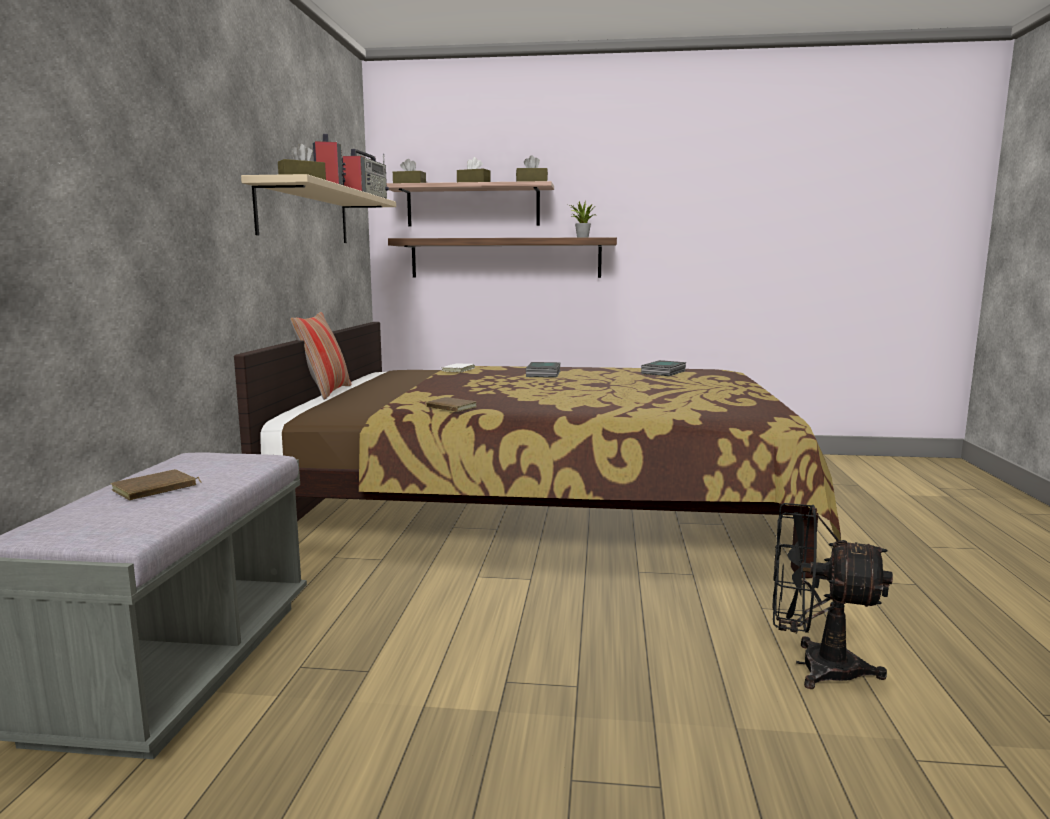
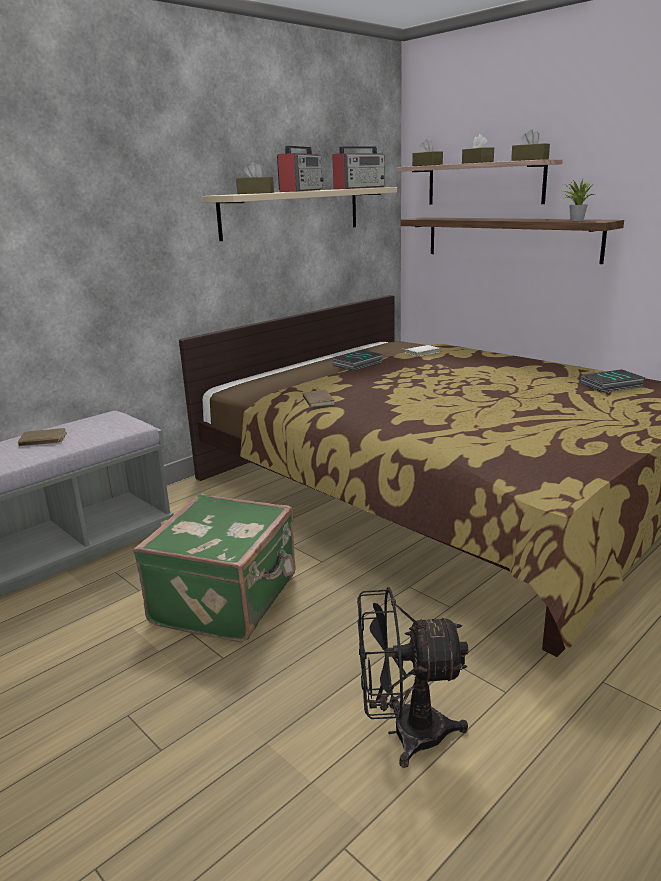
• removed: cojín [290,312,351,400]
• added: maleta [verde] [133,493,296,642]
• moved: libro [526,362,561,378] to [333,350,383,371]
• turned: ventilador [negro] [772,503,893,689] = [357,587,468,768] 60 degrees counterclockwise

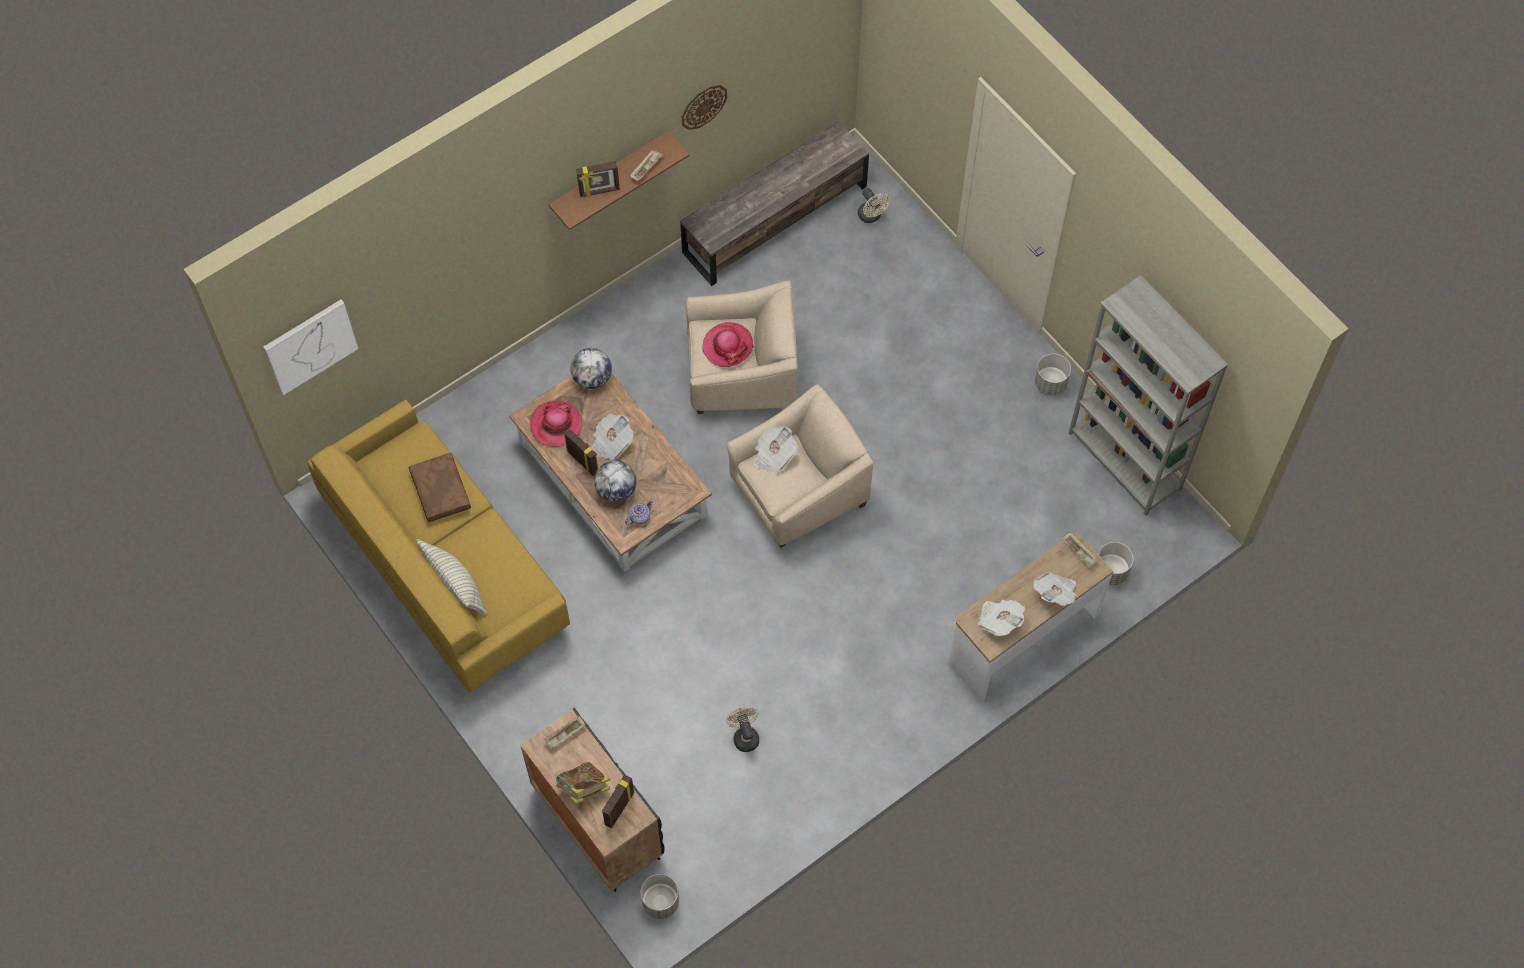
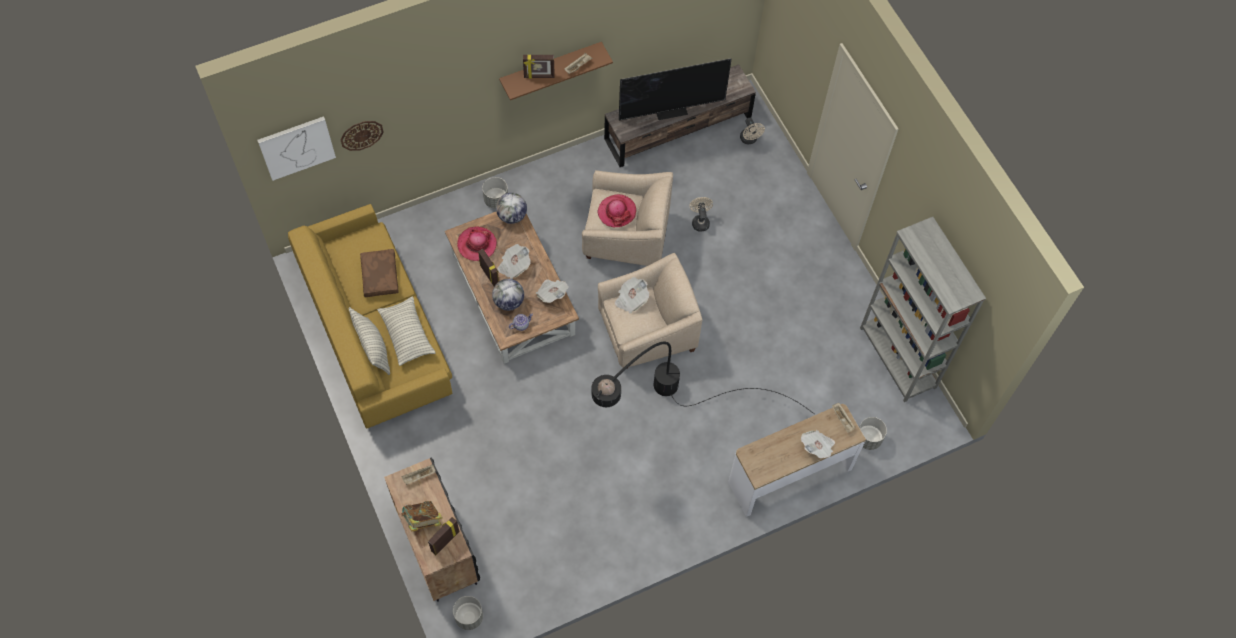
• added: cojín [377,296,435,366]
• added: lámpara de pie [negro] [591,342,814,414]
• added: televisor [619,58,731,120]
• moved: reloj de pared [682,85,727,130] to [341,121,384,151]
• moved: ventilador [beis] [726,706,759,752] to [690,197,713,232]
• moved: periódico [977,600,1025,636] to [535,279,569,303]
• moved: maceta [gris] [1035,354,1071,396] to [482,177,508,209]

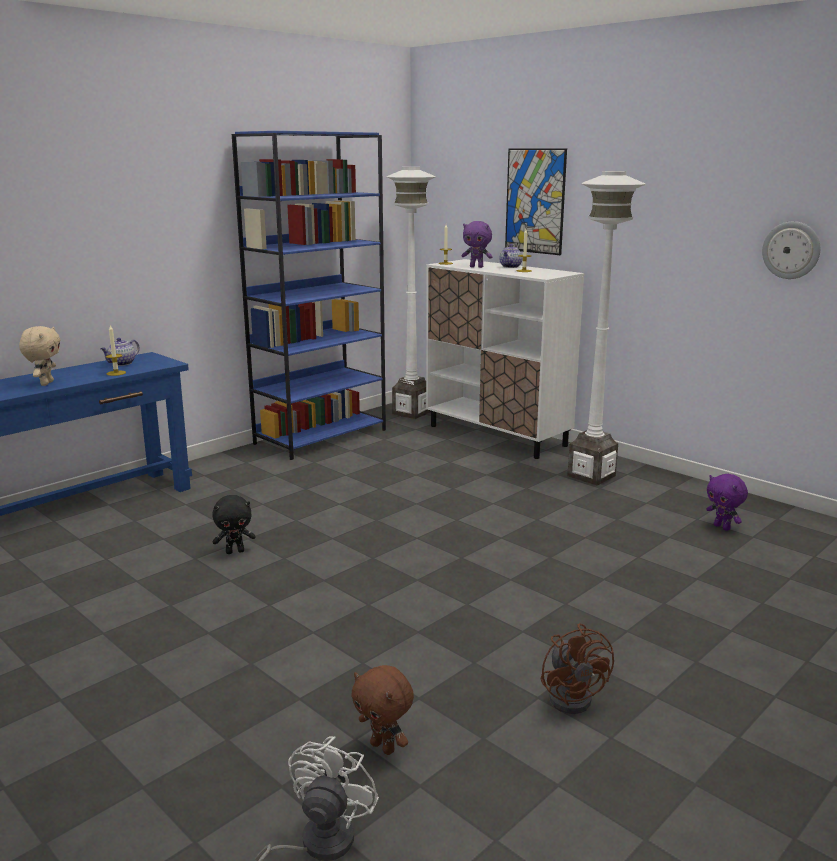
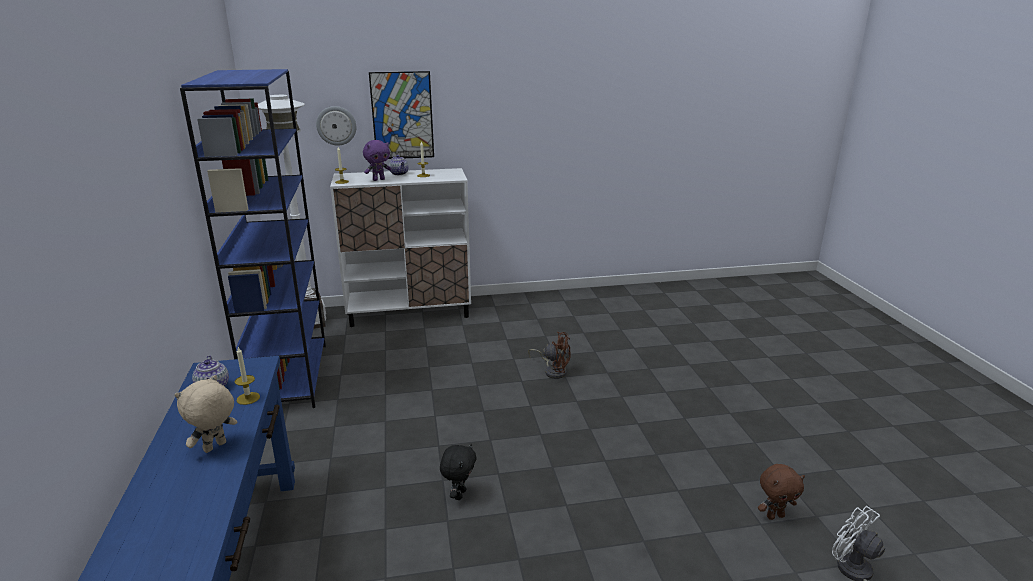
• removed: lámpara de pie [blanco] [568,171,645,486]
• removed: peluche [morado] [706,474,748,531]
• moved: ventilador [marrón] [541,623,614,714] to [528,332,571,379]
• moved: reloj de pared [762,221,820,279] to [316,106,356,146]
• turned: peluche [beis] [19,326,60,386] = [175,375,238,453] 90 degrees counterclockwise

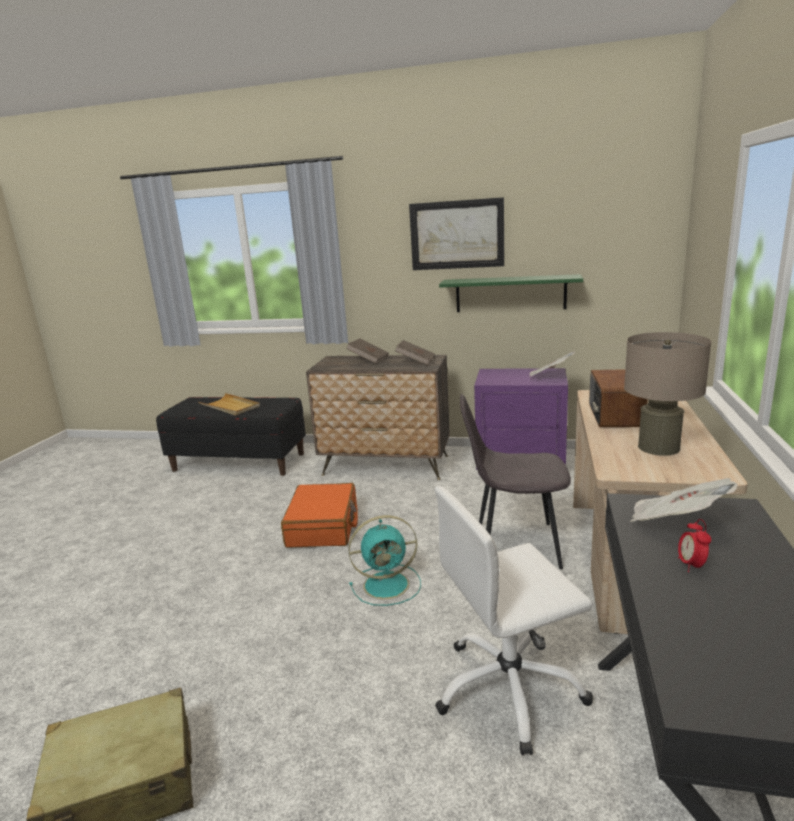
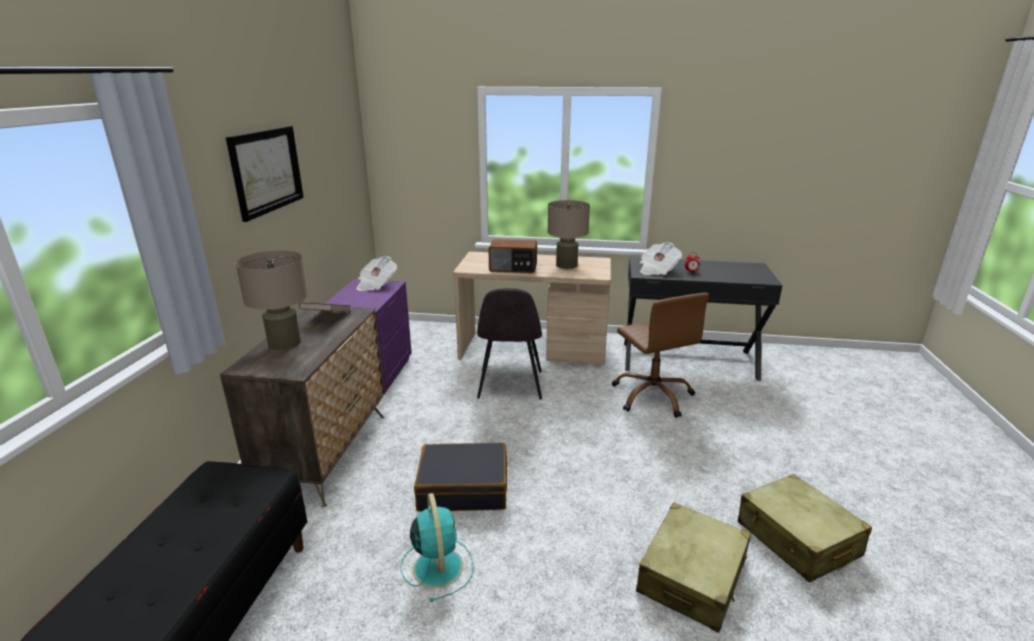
• removed: bandeja [beis] [199,393,260,416]
• removed: estante [verde] [439,274,583,312]
• added: maleta [beis] [636,502,751,633]
• moved: ventilador [turquesa] [348,515,421,606] to [400,493,474,602]
• replaced: libro [marrón] [346,338,389,363] to lámpara de mesa [beis] [235,251,308,350]
• recoloured: maleta [naranja] [281,483,358,548] to maleta [negro] [414,442,507,512]
• recoloured: silla de oficina [blanco] [435,486,593,755] to silla de oficina [marrón] [612,293,709,418]

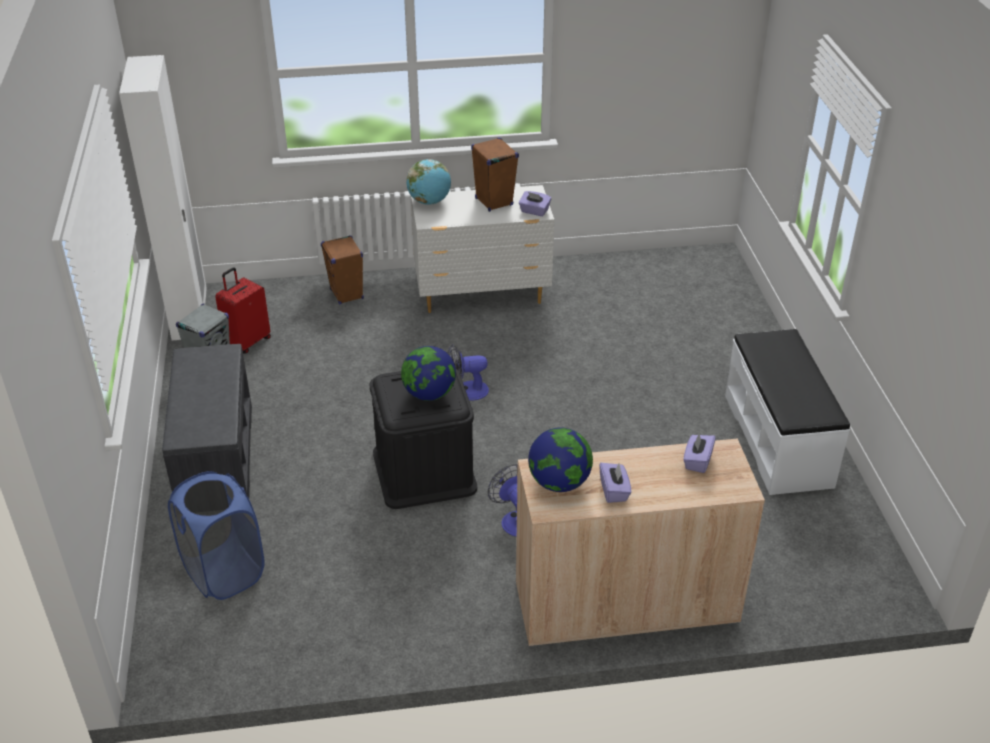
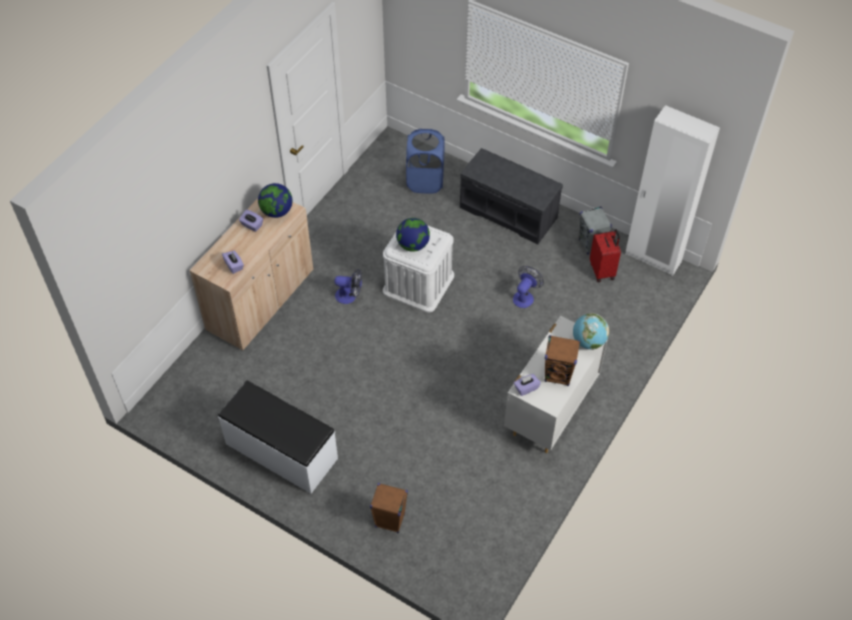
• moved: altavoz [marrón] [321,235,364,304] to [370,483,408,533]
• moved: ventilador [448,344,489,401] to [513,266,544,308]
• recoloured: caja de almacenaje [negro] [370,369,477,509] to caja de almacenaje [blanco] [383,225,454,313]

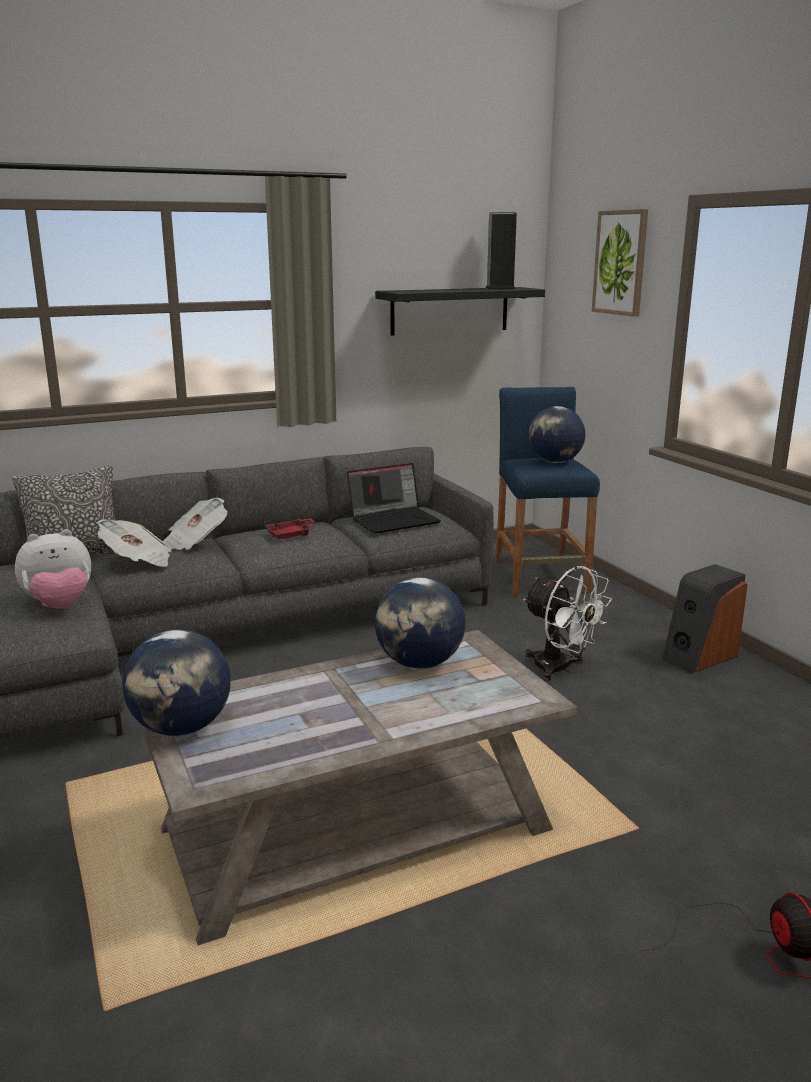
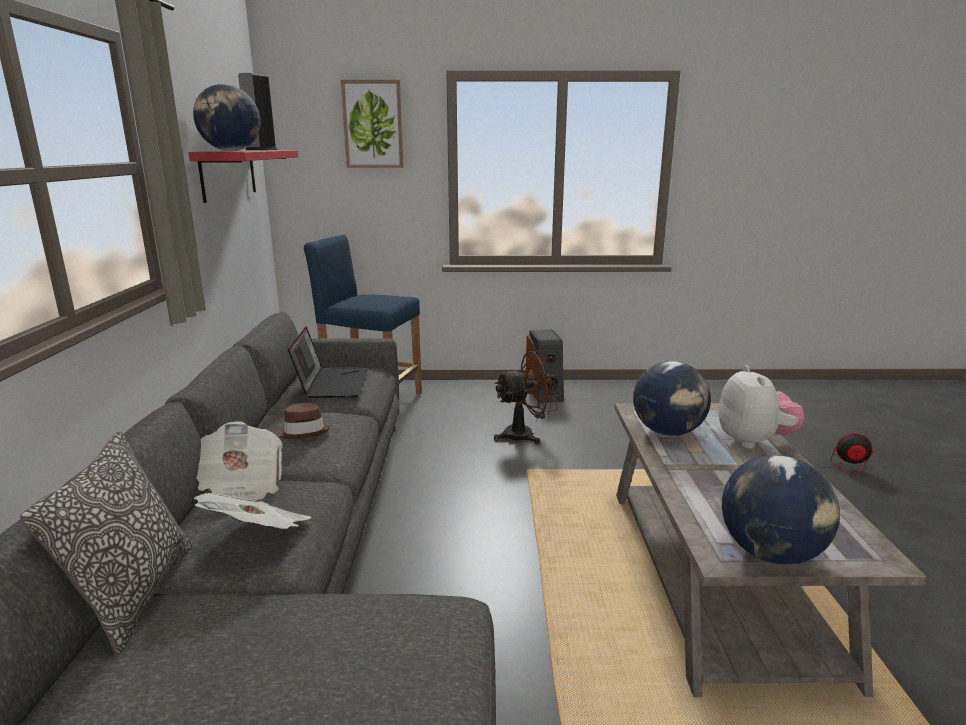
• moved: peluche [15,529,91,609] to [719,365,805,449]
• moved: globo terráqueo [528,406,585,463] to [193,84,260,151]
• replaced: bandeja [rojo] [264,518,315,539] to sombrero [marrón] [278,403,330,439]
• recoloured: estante [negro] [375,287,545,336] to estante [rojo] [188,150,299,203]
• recoloured: ventilador [blanco] [523,566,612,681] to ventilador [marrón] [494,350,561,444]

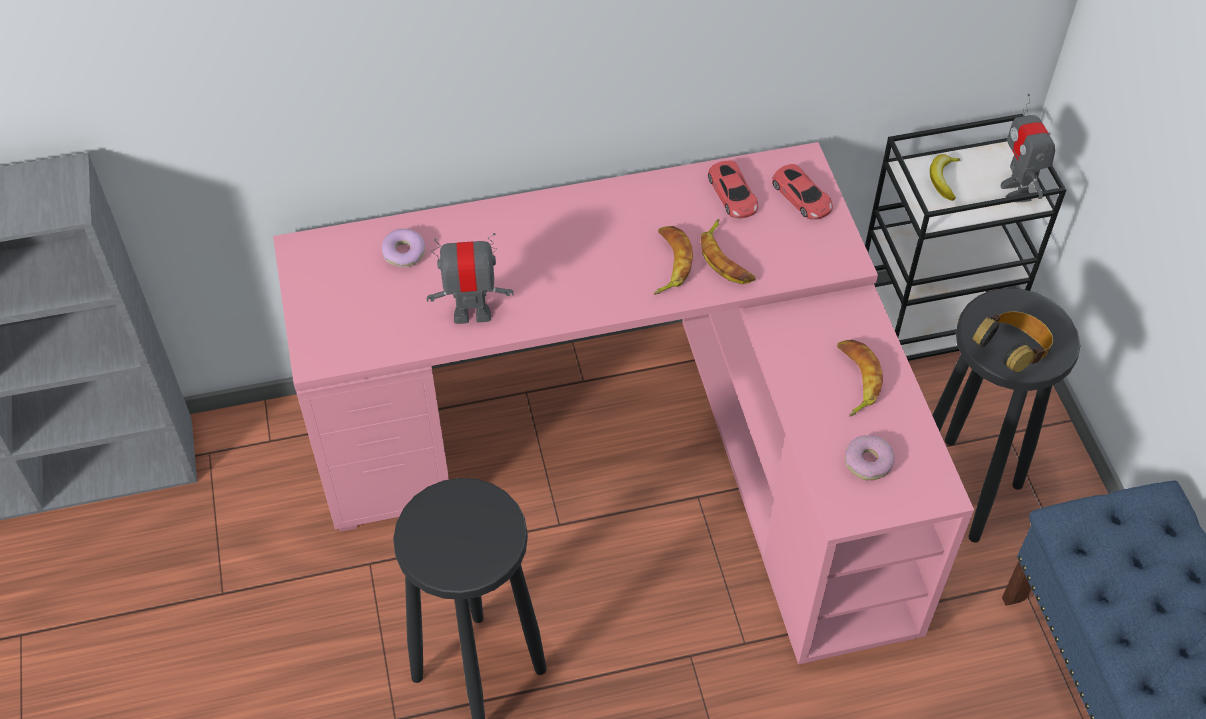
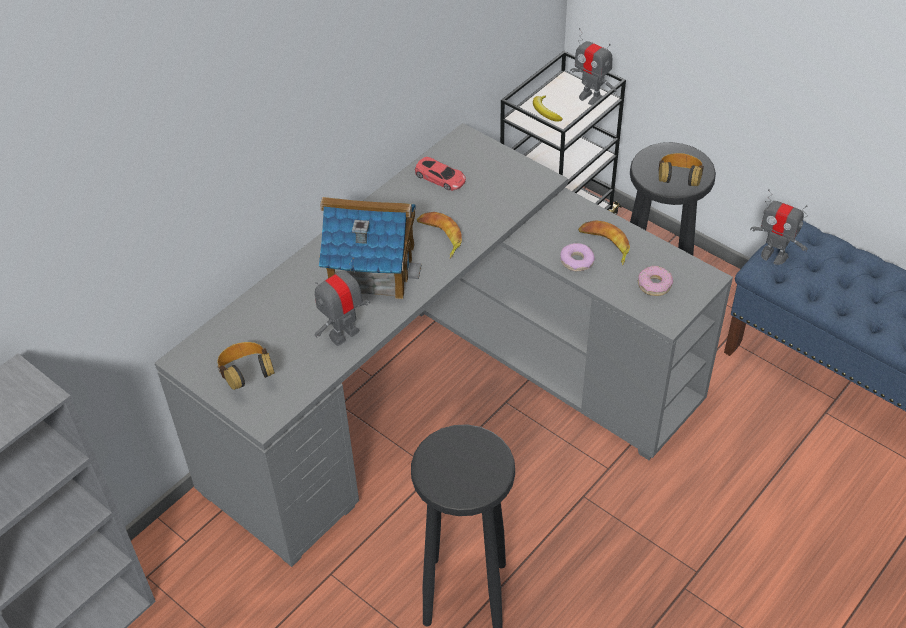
• removed: plátano [701,219,755,284]
• removed: coche de juguete [rojo] [772,164,833,220]
• added: auriculares [217,342,275,390]
• added: casita [319,197,422,299]
• added: robot de juguete [750,189,808,265]
• moved: rosquilla [382,229,425,267] to [560,243,595,271]
• recoloured: escritorio [rosa] [273,142,974,665] to escritorio [gris] [155,123,733,567]

